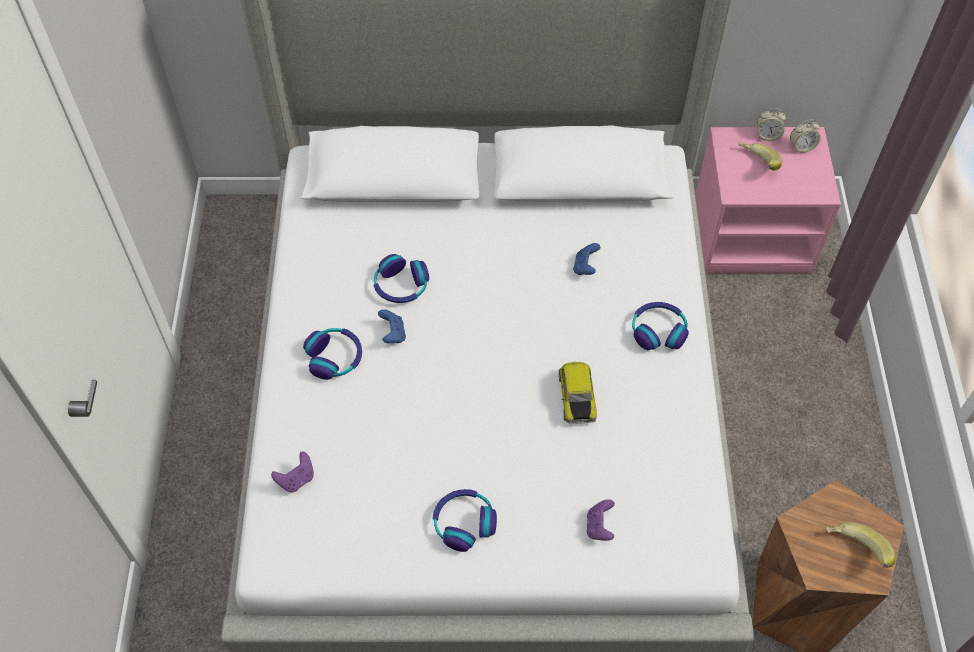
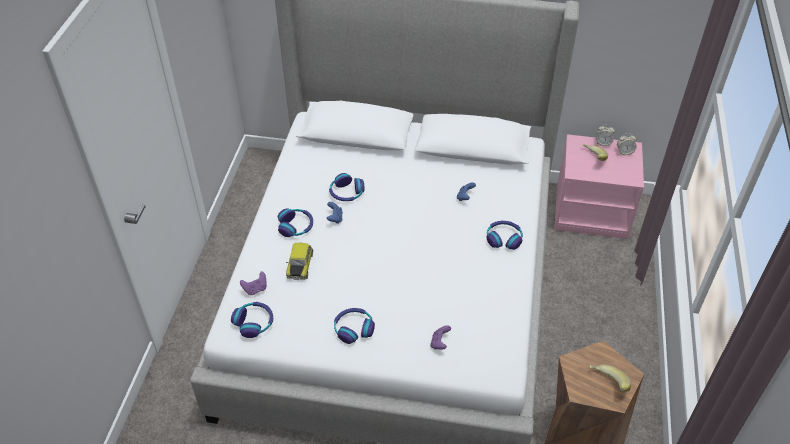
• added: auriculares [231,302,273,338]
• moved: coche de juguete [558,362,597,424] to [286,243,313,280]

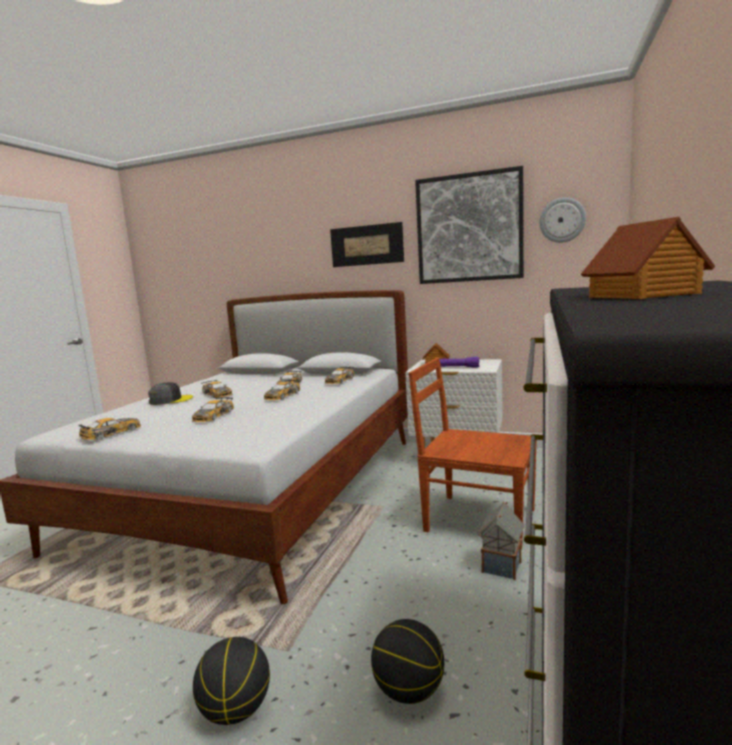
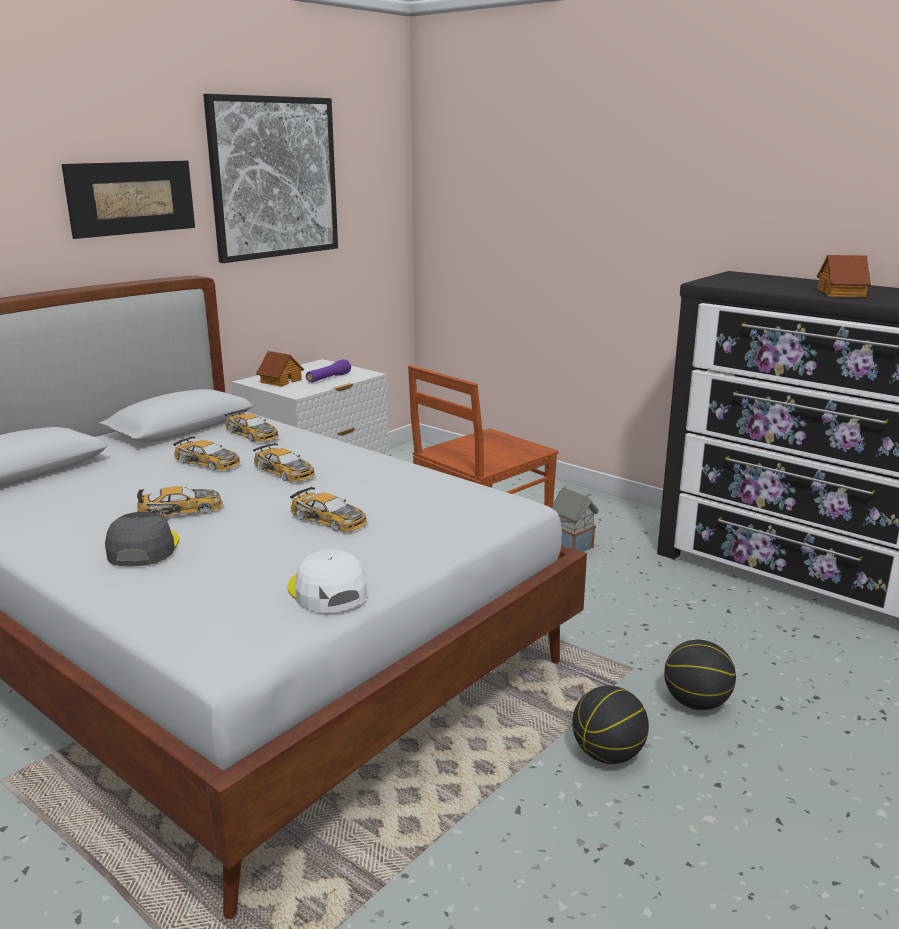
• removed: reloj de pared [539,197,586,243]
• moved: balón de baloncesto [371,619,444,704] to [572,686,649,764]
• replaced: coche de juguete [78,418,141,440] to gorra [blanco] [287,550,367,613]

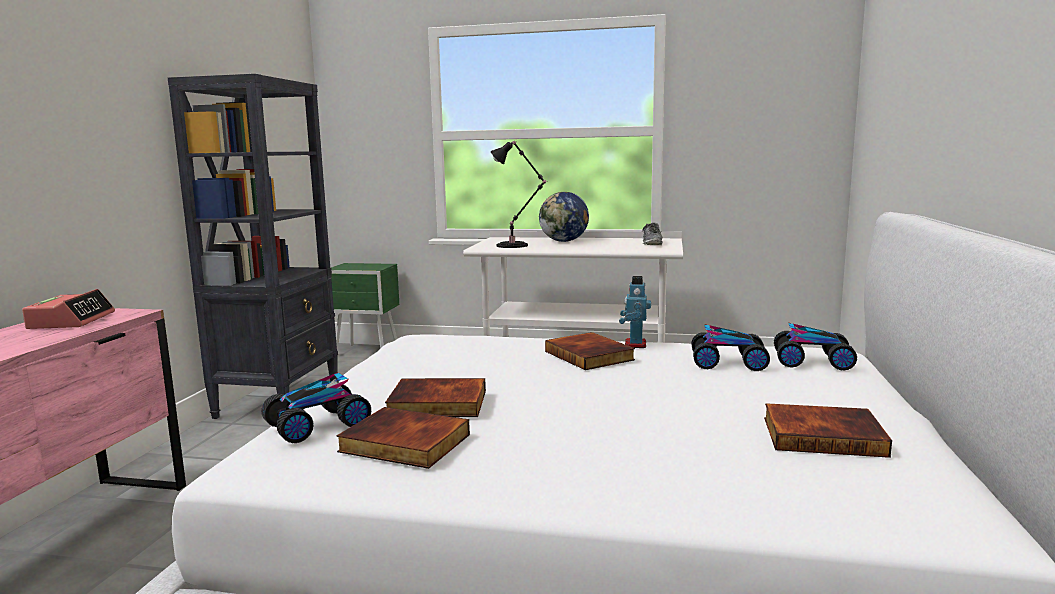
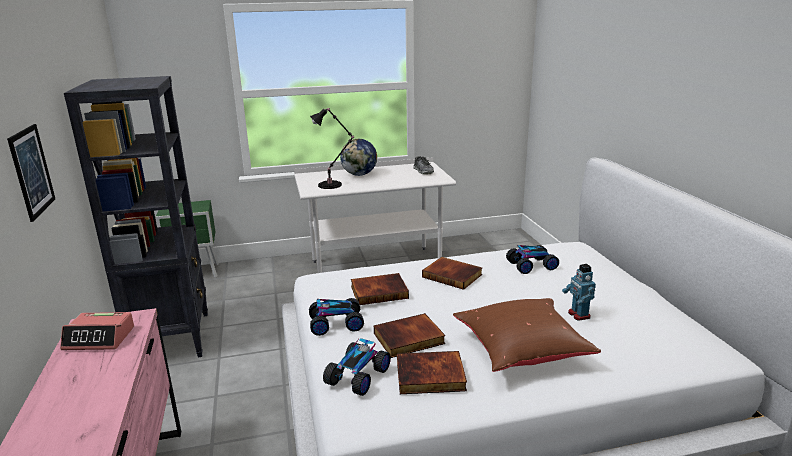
• added: cuadro [7,124,55,222]
• added: cojín [marrón] [453,298,601,372]
• moved: robot de juguete [619,276,651,348] to [562,264,596,321]
• moved: libro [764,403,892,458] to [351,273,409,305]
• moved: coche de juguete [774,323,857,370] to [309,298,364,336]
• turned: despertador [22,289,115,329] = [60,312,134,350] 120 degrees clockwise

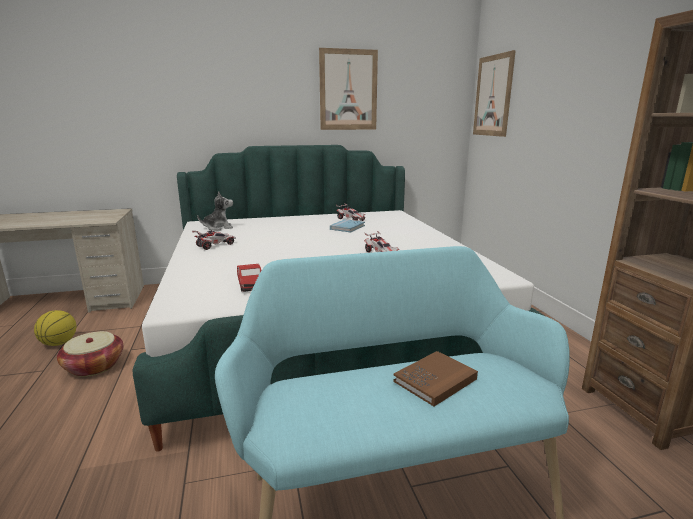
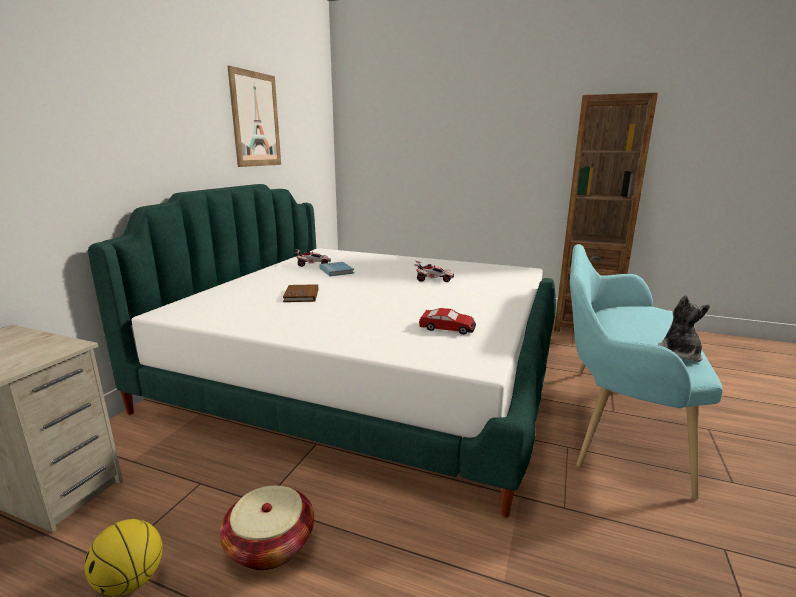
• removed: coche de juguete [192,230,236,250]
• removed: cuadro [473,50,516,137]
• moved: peluche [197,191,233,231] to [658,295,710,362]
• moved: libro [marrón] [393,351,478,406] to [283,284,319,302]

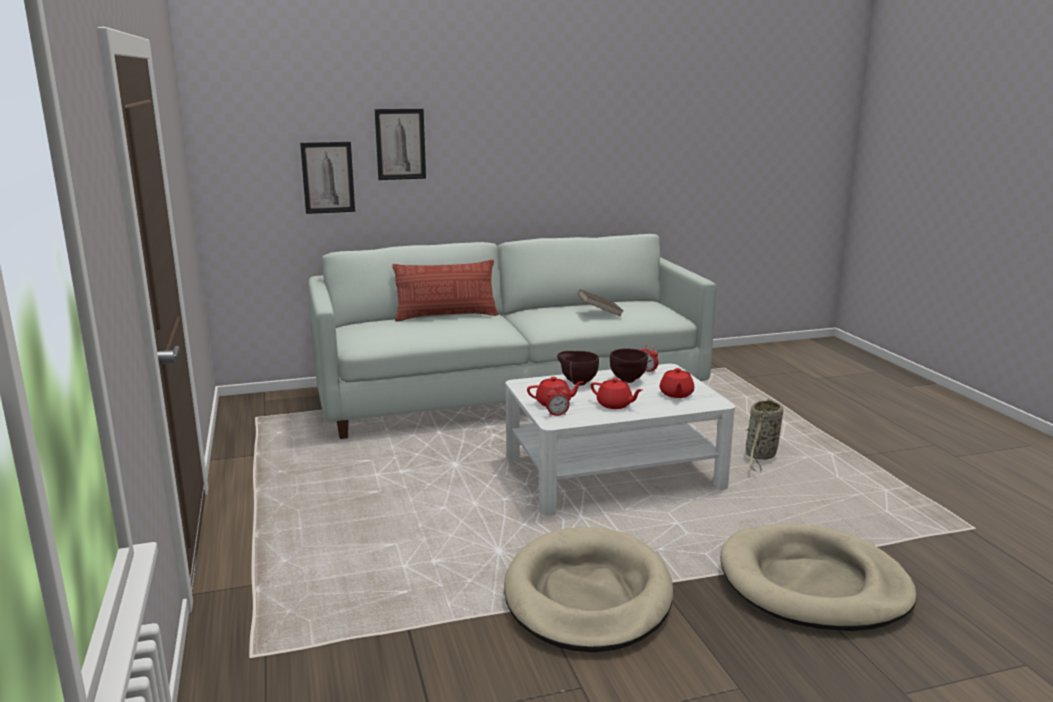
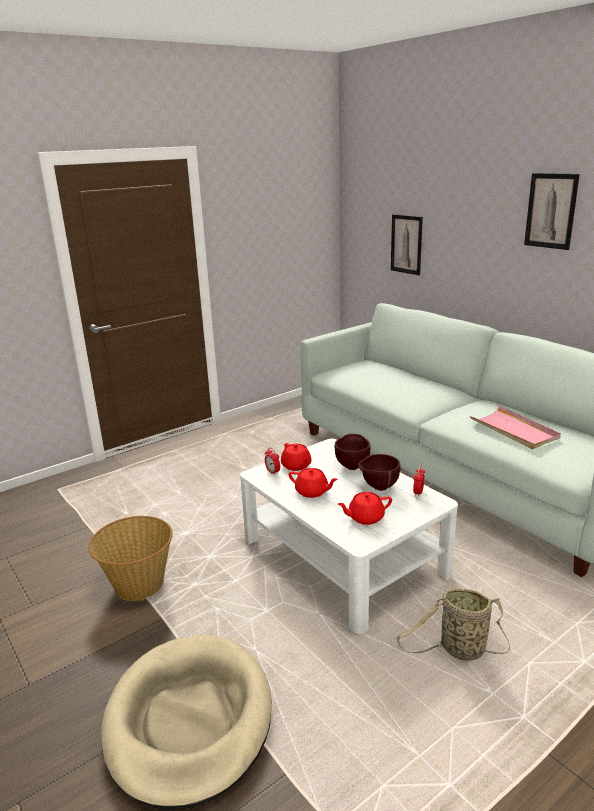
• removed: cojín [392,260,498,321]
• moved: cuadro [375,109,426,180] to [524,173,580,250]
• replaced: cama para perro [beis] [504,527,673,652] to cesta [88,516,173,601]
• replaced: libro [marrón] [578,289,623,316] to bandeja [rosa] [470,406,561,449]
• turned: tetera [rojo] [591,378,642,409] = [289,468,338,498] 75 degrees counterclockwise

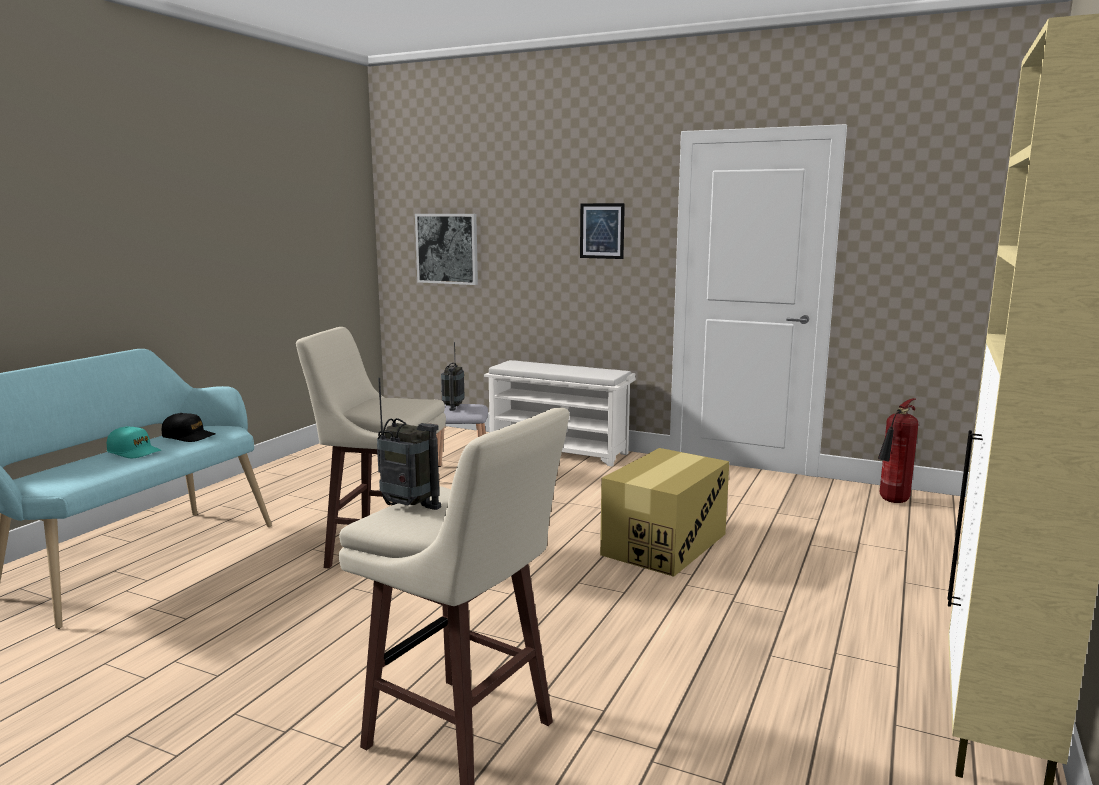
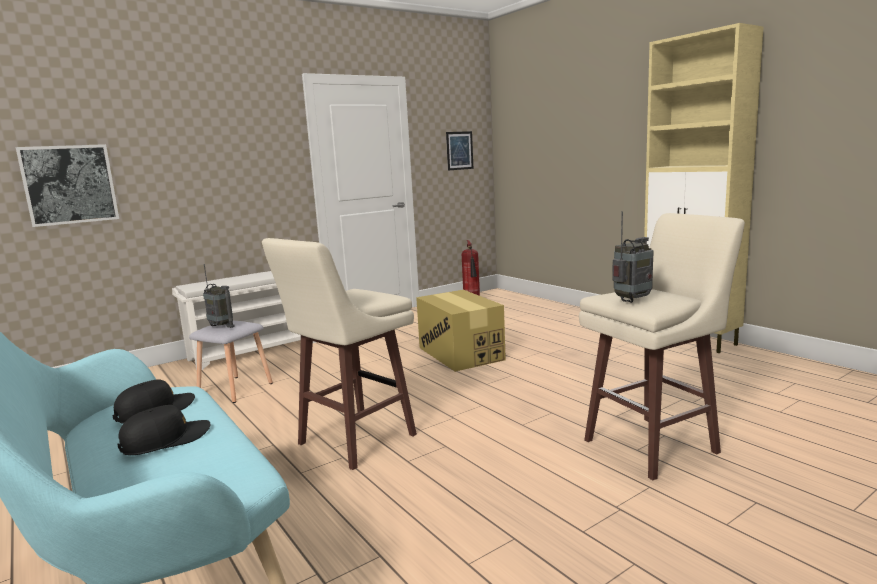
• moved: cuadro [580,203,625,259] to [446,131,473,171]
• recoloured: gorra [turquesa] [107,426,161,458] to gorra [negro] [117,405,211,455]

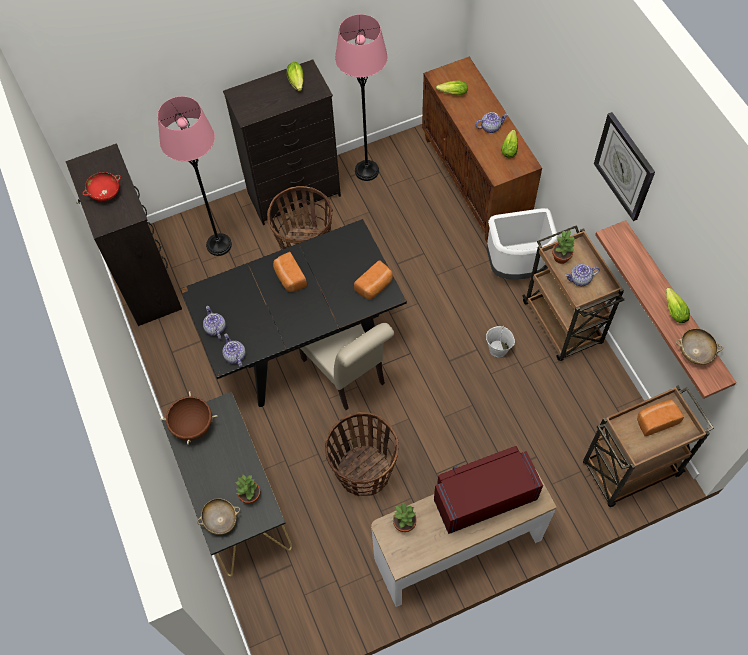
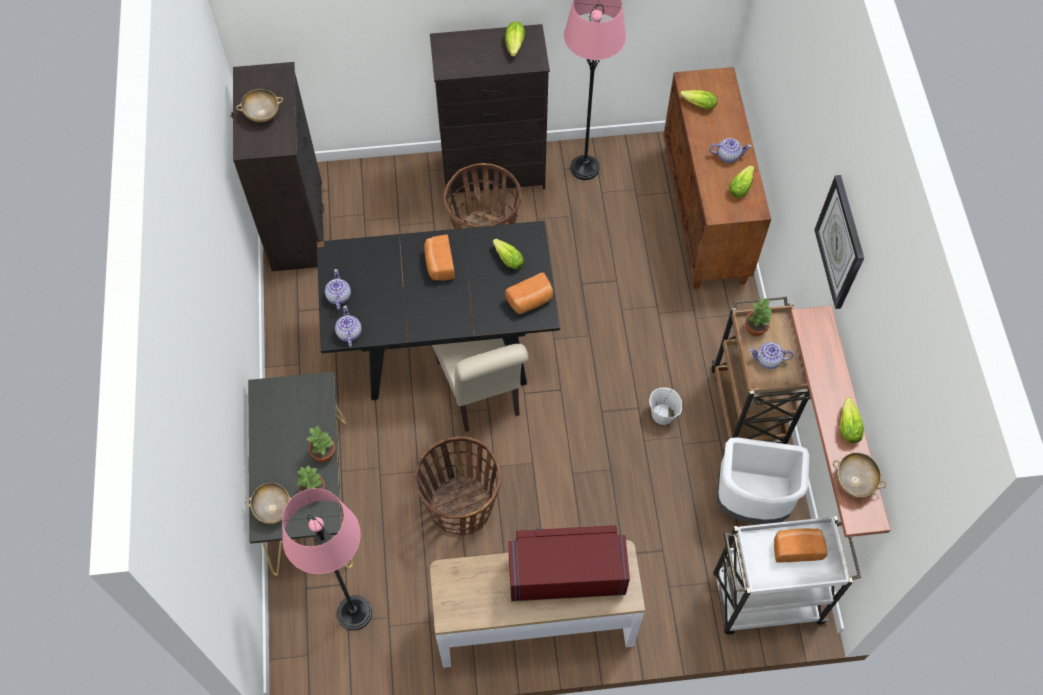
• removed: olla [marrón] [160,391,217,444]
• added: lechuga [493,239,524,269]
• moved: lámpara de pie [rosa] [158,96,232,256] to [282,488,372,630]
• moved: planta en maceta [393,502,417,532] to [307,426,335,462]
• moved: papelera [blanco] [487,208,558,280] to [717,437,809,524]
• recoloured: cuenco [rojo] [82,172,121,201] to cuenco [beis] [236,89,283,122]
• recoloured: carrito [marrón] [583,385,714,507] to carrito [blanco] [713,516,861,635]

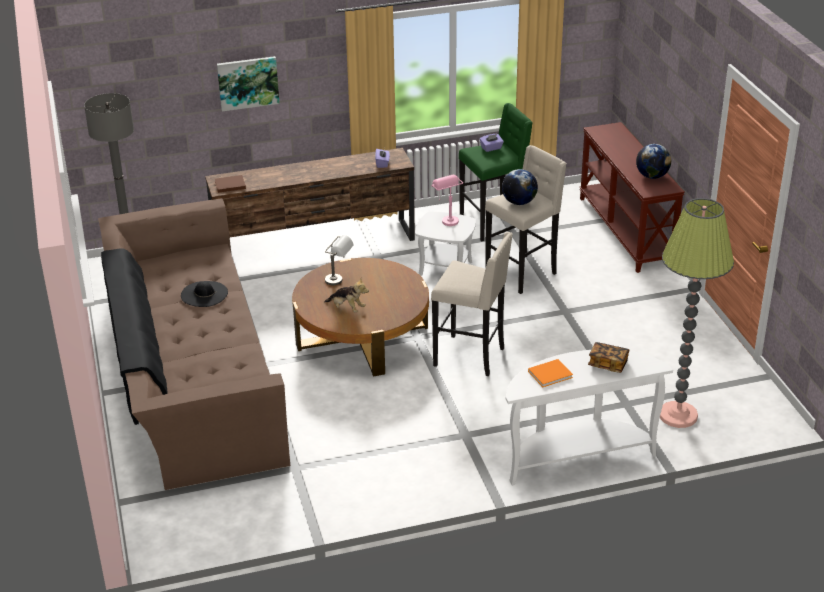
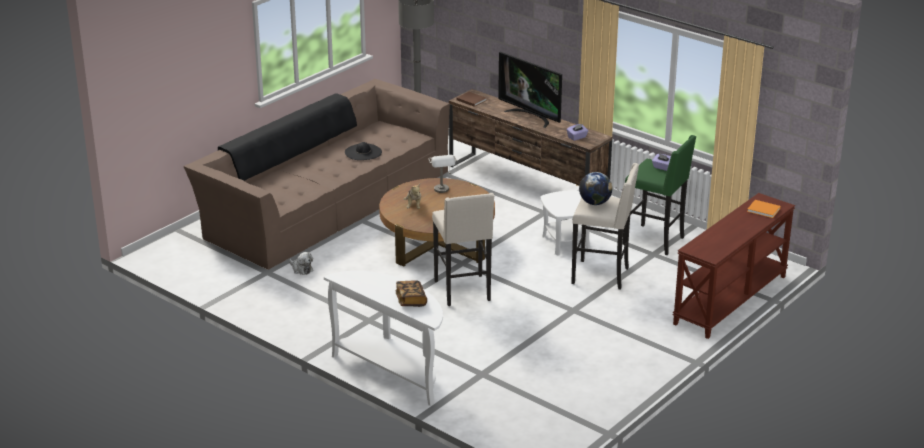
• removed: cuadro [217,56,279,111]
• removed: lámpara de mesa [rosa] [431,175,463,226]
• removed: globo terráqueo [636,144,671,179]
• removed: lámpara de pie [660,198,734,428]
• added: peluche [289,252,313,275]
• added: televisor [498,52,562,128]
• moved: libro [naranja] [528,359,573,387] to [747,200,781,218]

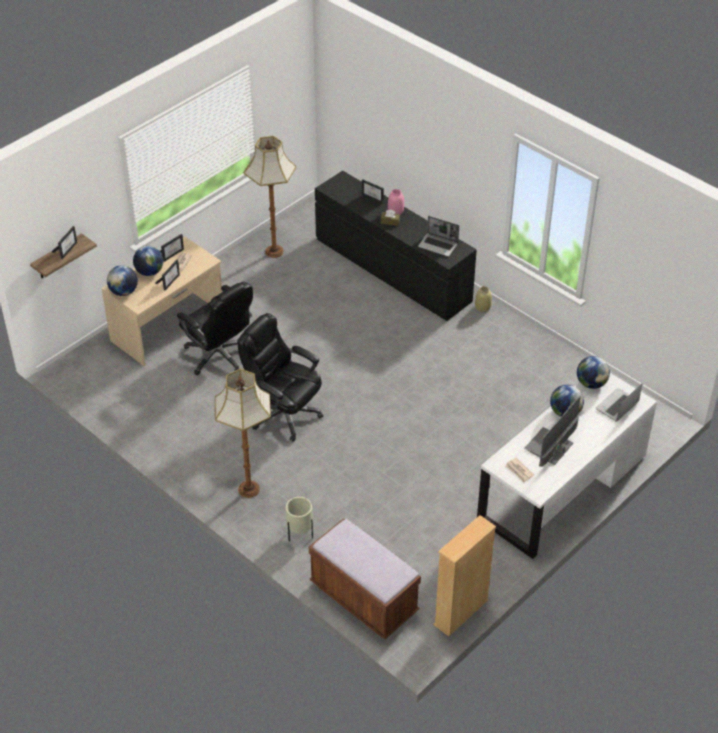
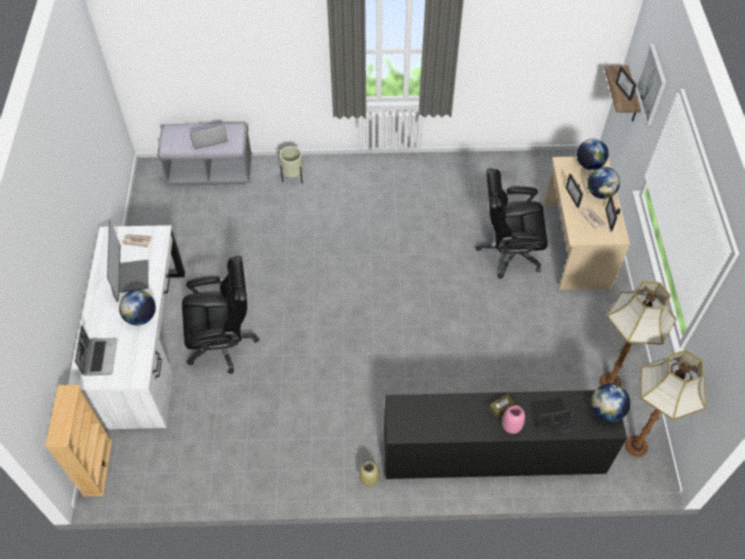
• added: cuadro [636,44,666,126]
• moved: lámpara de pie [215,369,271,498] to [625,350,706,457]
• moved: silla de oficina [negro] [238,313,323,442] to [182,256,259,374]
• moved: portátil [418,216,459,257] to [190,125,228,149]
• moved: estantería [beis] [433,515,496,636] to [45,385,113,497]
• moved: globo terráqueo [577,356,610,389] to [591,384,630,422]
• recoloured: banco [marrón] [309,518,421,639] to banco [gris] [157,123,252,186]

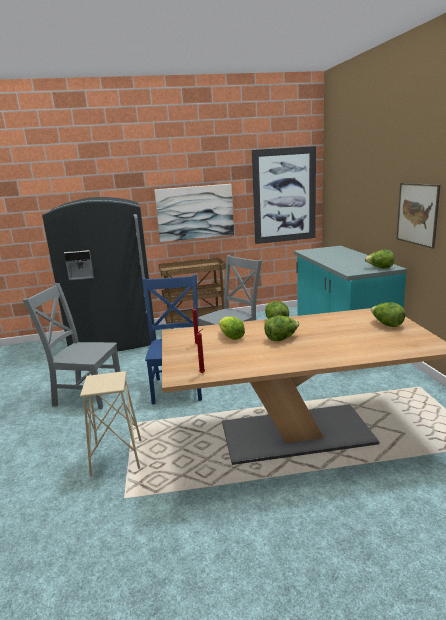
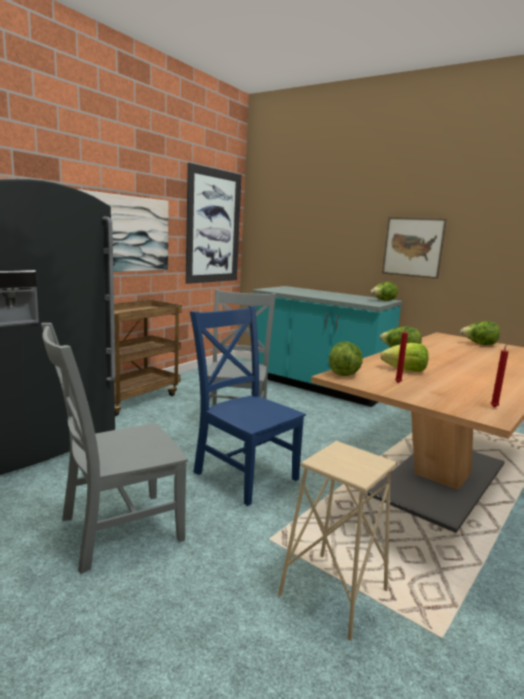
• moved: lechuga [264,315,299,341] to [329,342,363,376]

